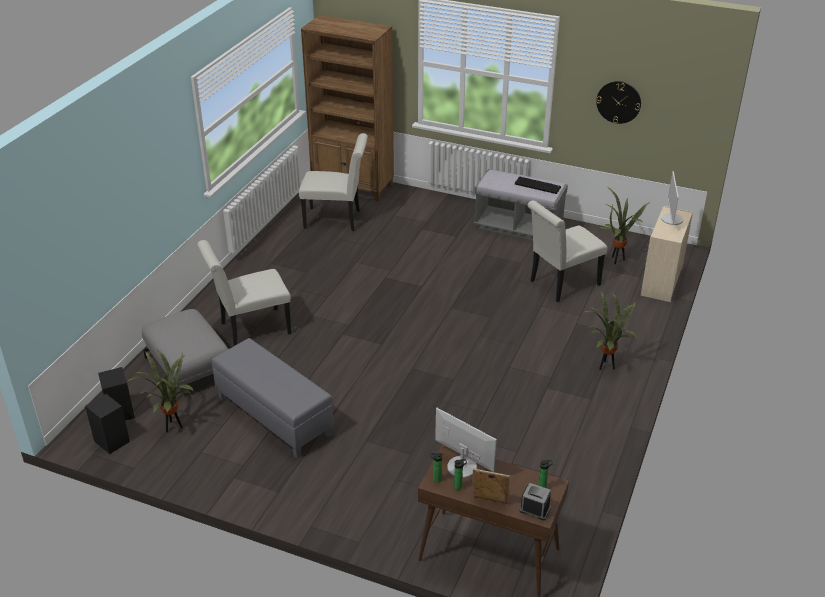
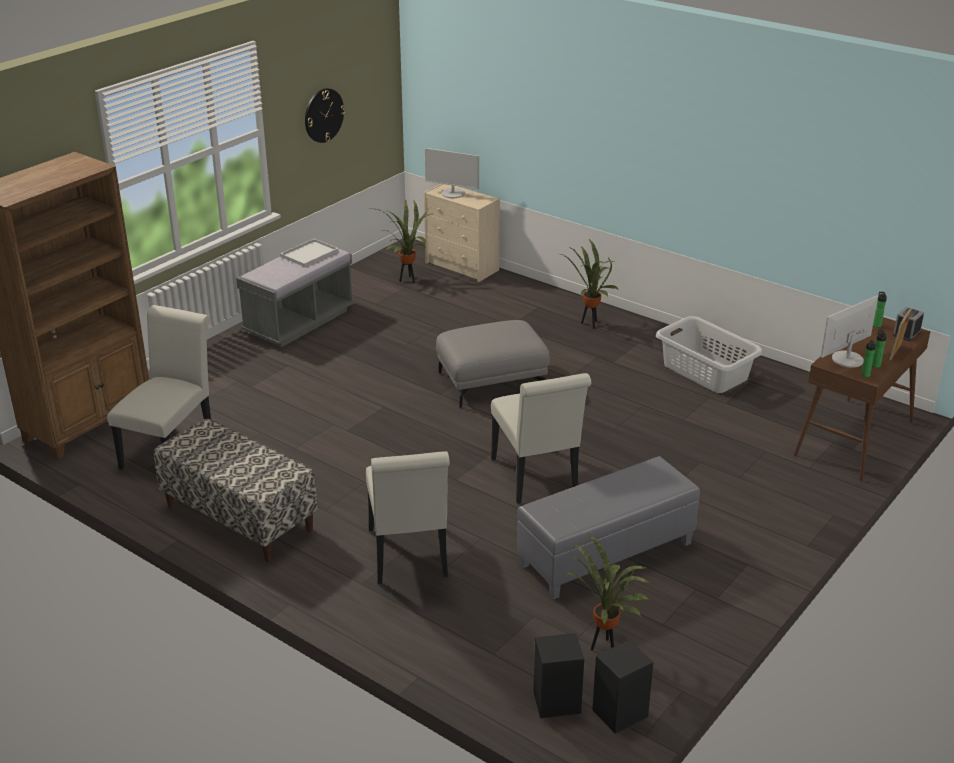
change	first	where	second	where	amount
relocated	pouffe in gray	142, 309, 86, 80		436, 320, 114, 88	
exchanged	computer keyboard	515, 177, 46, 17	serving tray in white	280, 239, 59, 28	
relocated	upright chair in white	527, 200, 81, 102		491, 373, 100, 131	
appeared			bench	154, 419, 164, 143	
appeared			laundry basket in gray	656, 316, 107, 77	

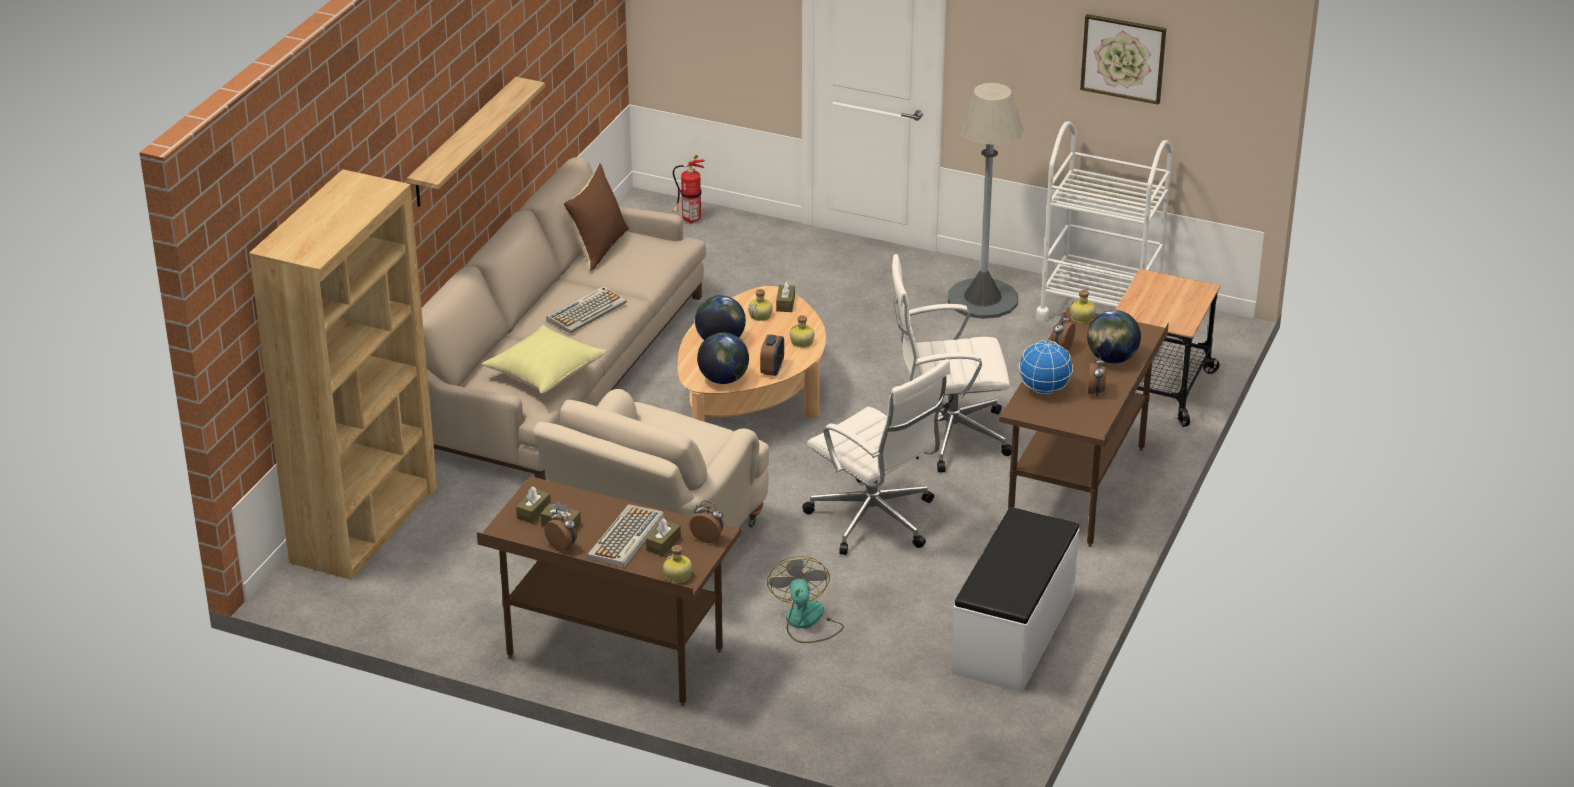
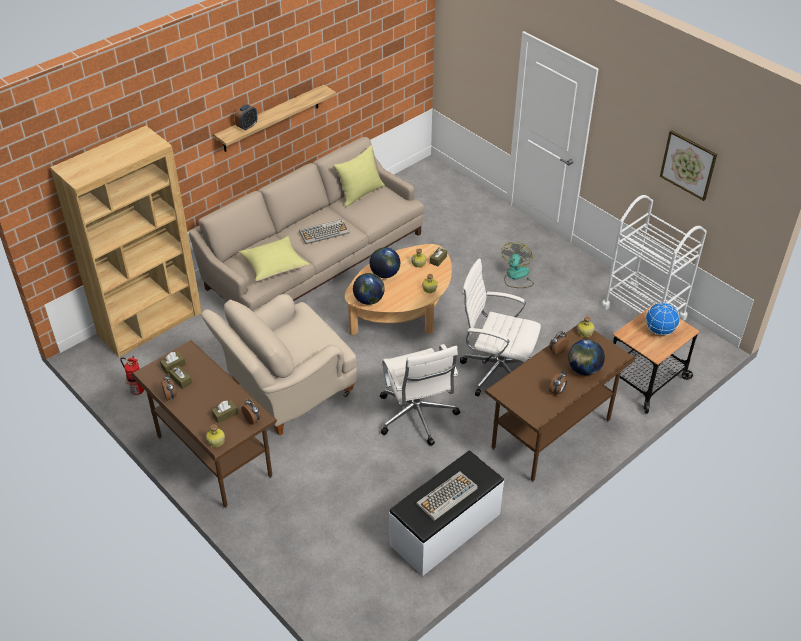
change	first	where	second	where	amount
colour	throw pillow in brownish	563, 163, 66, 107	throw pillow in yellow	334, 145, 51, 62	
relocated	computer keyboard	587, 504, 77, 64		416, 471, 62, 50	
relocated	extinguisher	672, 155, 33, 69		120, 355, 24, 40	
relocated	table clock	760, 334, 24, 42		235, 104, 22, 26	
relocated	fan	767, 556, 77, 87		501, 242, 33, 46	
missing	floor lamp in gray	948, 83, 76, 236			
relocated	globe	1019, 340, 54, 54		645, 302, 35, 33	

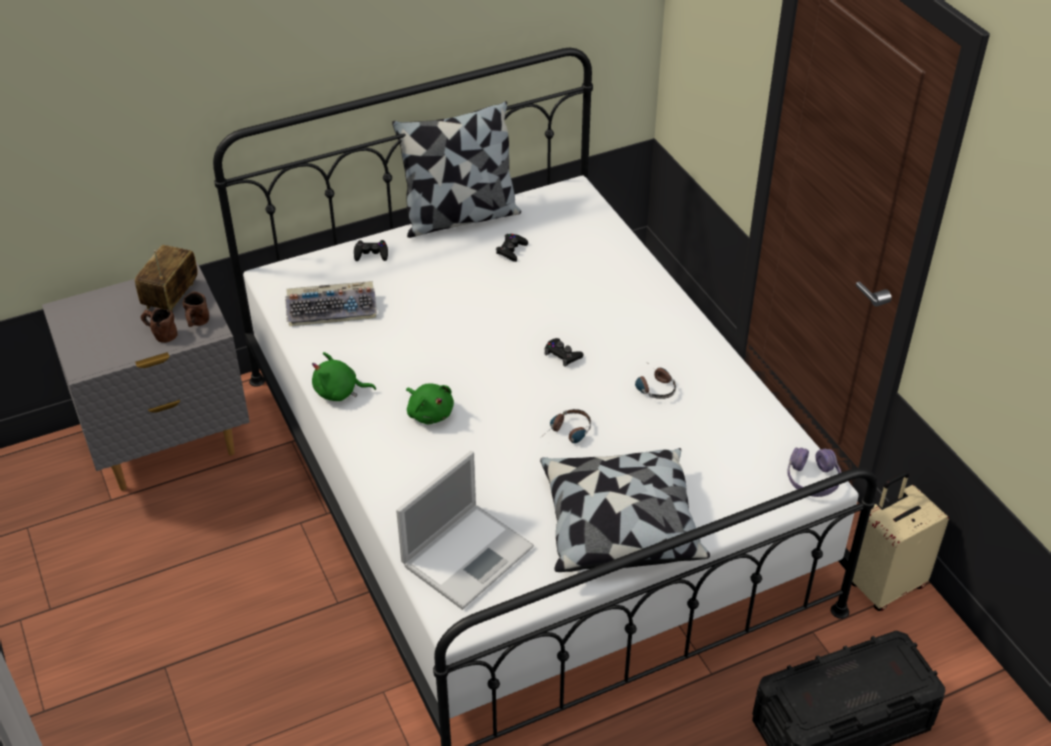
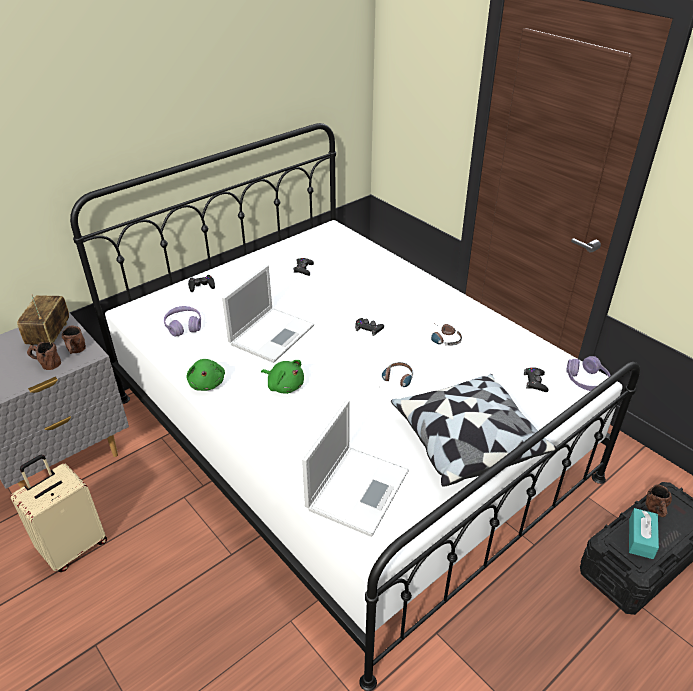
change	first	where	second	where	amount
exchanged	computer keyboard	285, 281, 92, 45	headset in purplish	164, 306, 37, 31	
spun	cuddly toy in greenish	312, 352, 64, 49		187, 359, 38, 32	90 degrees counterclockwise
missing	throw pillow	392, 101, 129, 137			
relocated	piece of luggage in beige	852, 471, 97, 140		11, 454, 96, 118	
appeared			notebook computer	222, 265, 92, 98	
appeared			joypad in black	524, 367, 25, 25	
appeared			tissue box in turquoise	629, 508, 30, 51	
appeared			mug in brownish	645, 484, 27, 33	

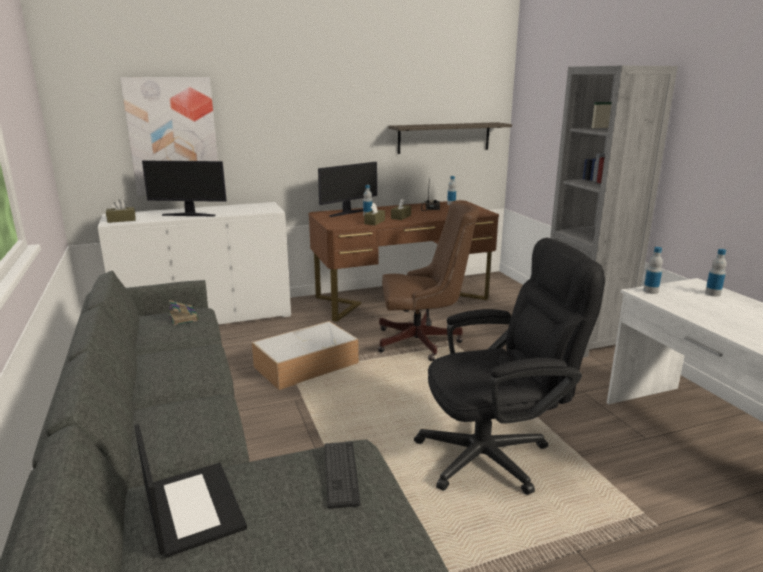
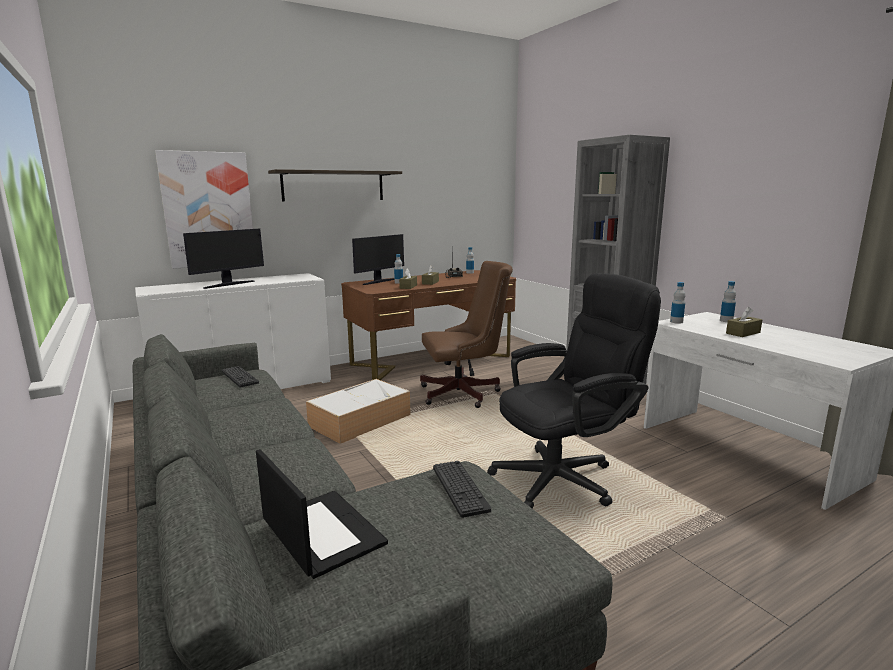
change	first	where	second	where	amount
relocated	tissue box in brownish	106, 199, 30, 24		726, 307, 36, 30	
spun	monitor	142, 161, 85, 55		183, 229, 81, 60	45 degrees counterclockwise
exchanged	book	168, 300, 31, 26	computer keyboard	222, 366, 37, 21	
relocated	shelf	388, 122, 124, 32		268, 169, 134, 32	

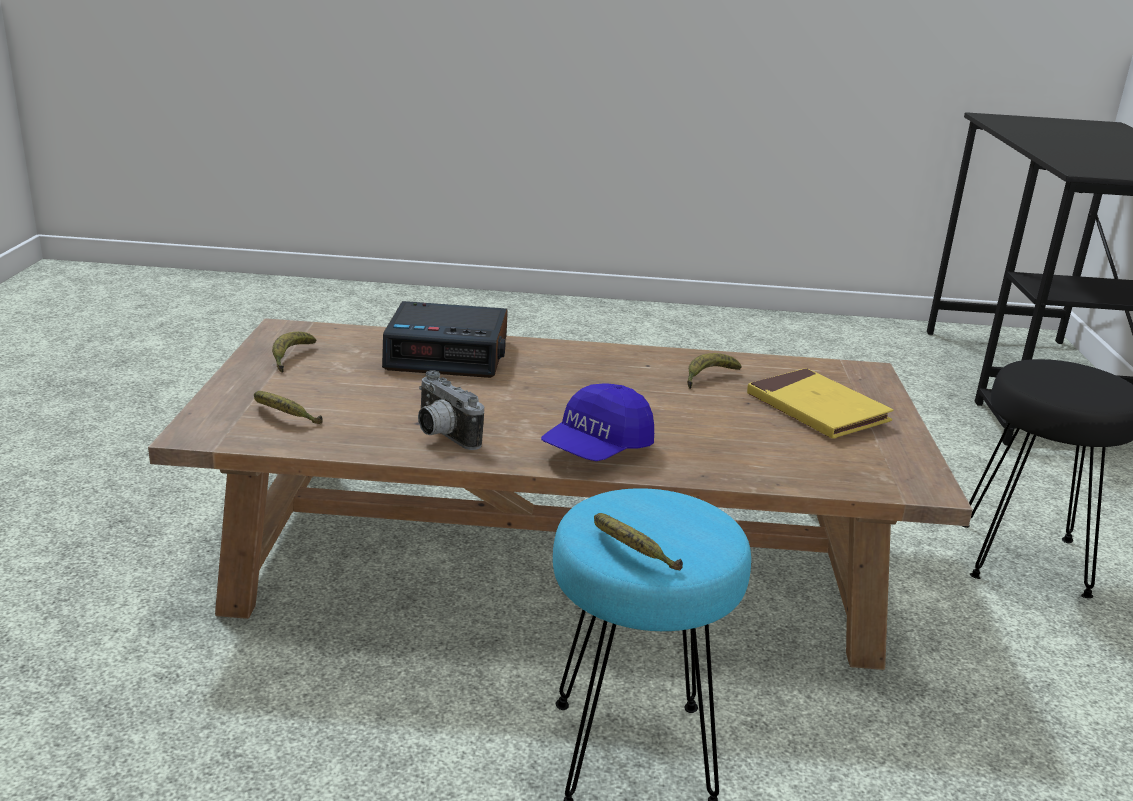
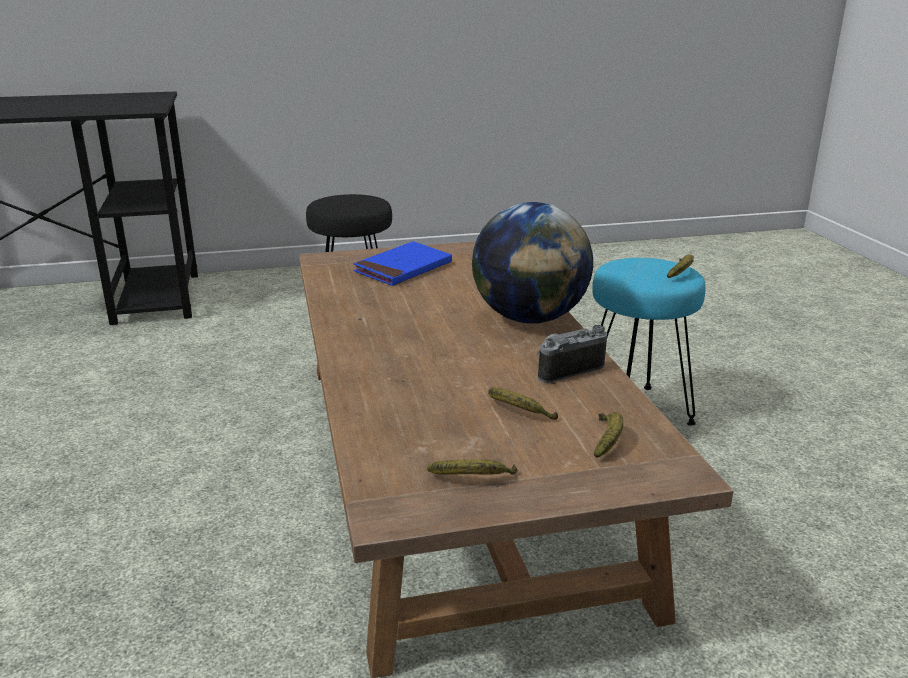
change	first	where	second	where	amount
missing	table clock	382, 301, 126, 77			
spun	photo camera	418, 371, 66, 79		537, 325, 70, 58	150 degrees counterclockwise
exchanged	peaked cap in bluish	541, 383, 113, 78	globe	472, 202, 121, 122	
relocated	whole banana	687, 353, 55, 36		488, 387, 70, 33	
colour	book in yellow	747, 368, 146, 71	book in bluish	354, 241, 98, 45	

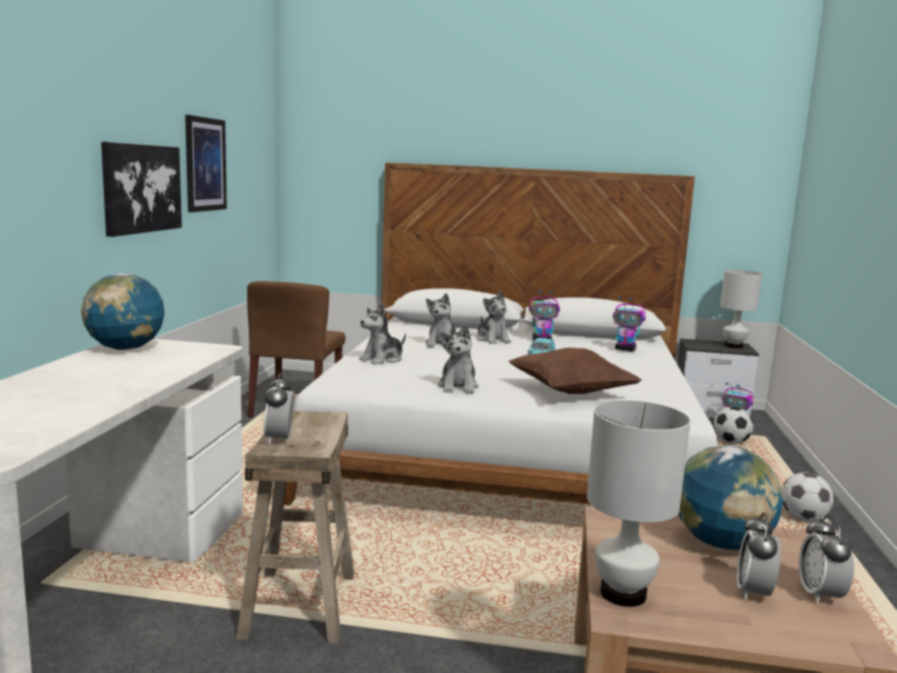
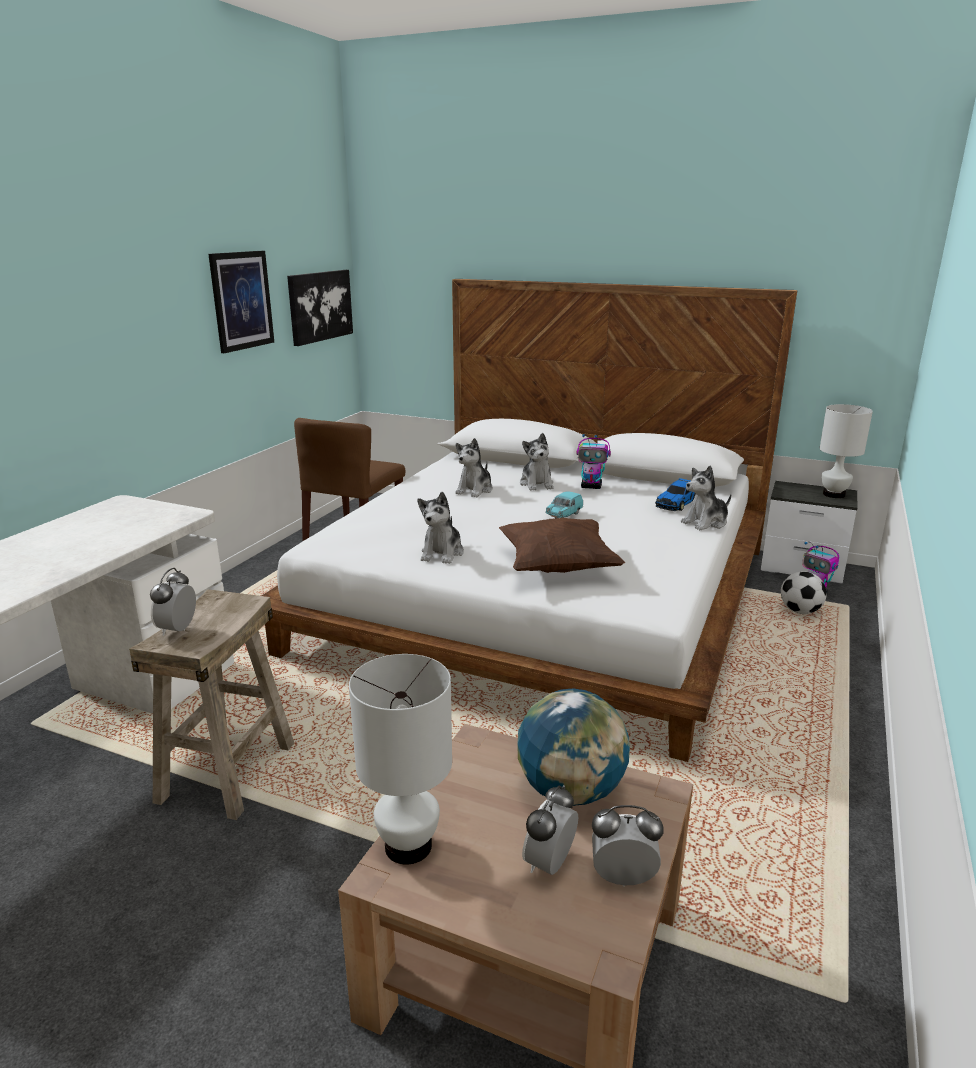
change	first	where	second	where	amount
missing	globe	81, 273, 84, 77			
relocated	picture	101, 142, 81, 95		287, 270, 66, 76	
relocated	cuddly toy	359, 304, 47, 61		681, 465, 50, 66	
exchanged	model robot	613, 297, 33, 55	toy car	655, 478, 41, 33	
missing	ball for football	781, 472, 53, 49			
spun	table clock	799, 515, 55, 89		592, 805, 72, 81	75 degrees clockwise

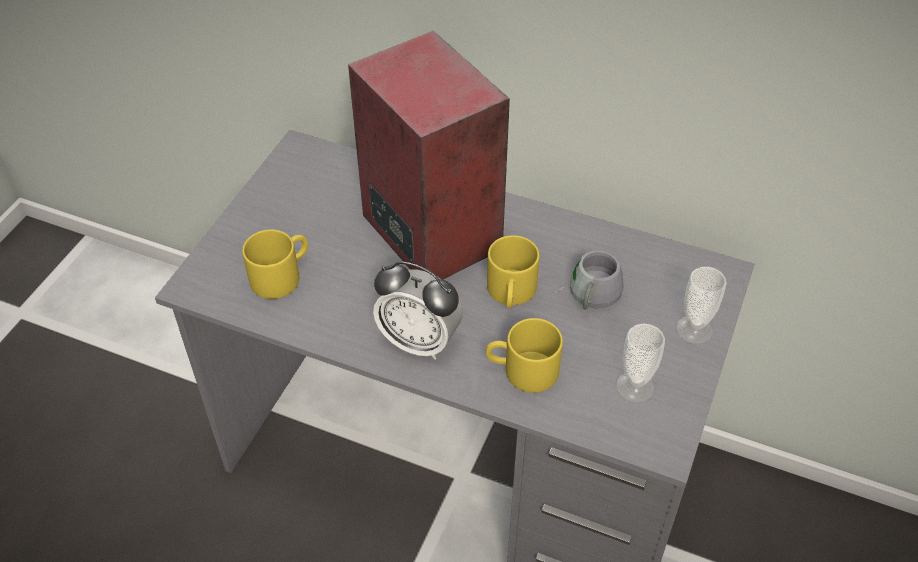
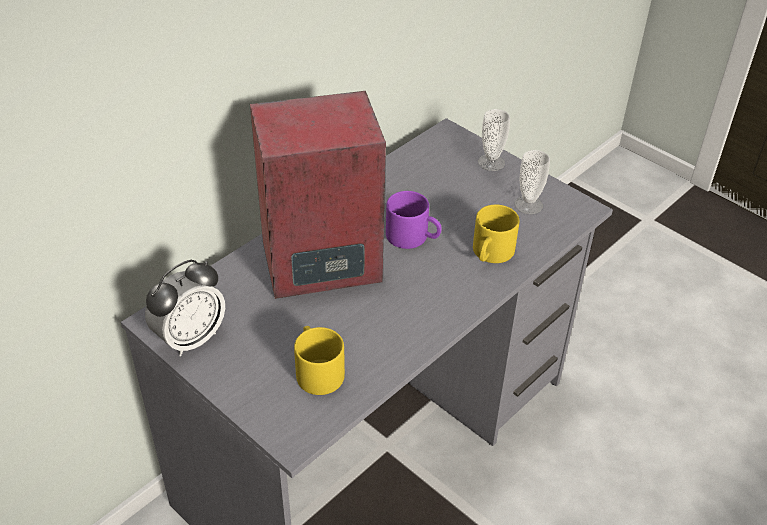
change	first	where	second	where	amount
relocated	table clock	373, 262, 90, 98		145, 260, 80, 96	
colour	mug in yellow	487, 235, 52, 73	mug in purplish	386, 191, 56, 58	
missing	mug in gray	552, 250, 72, 60			

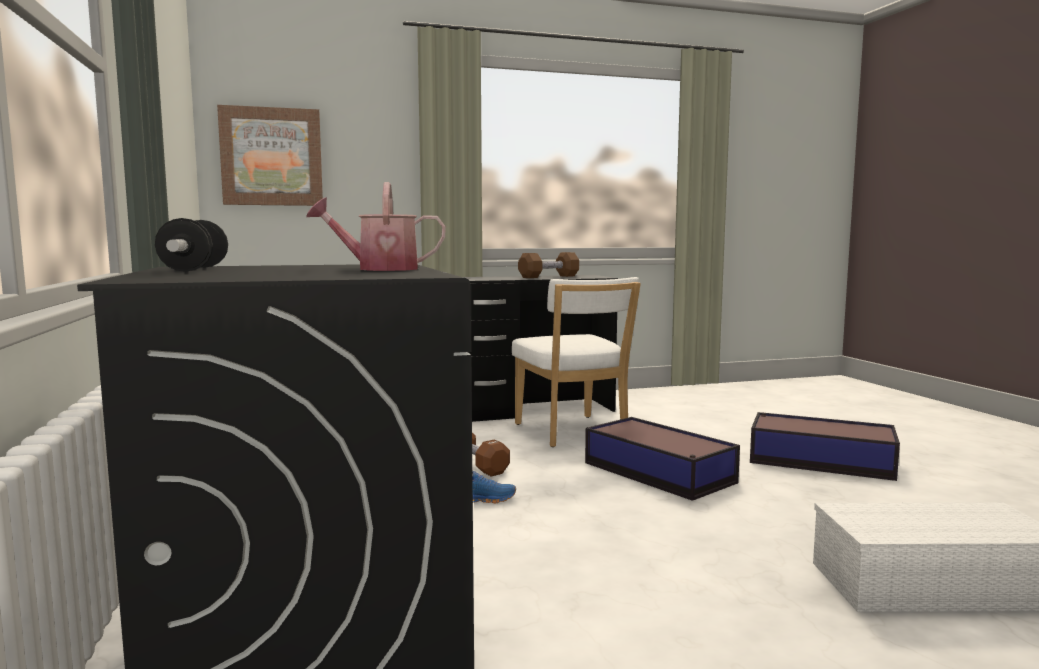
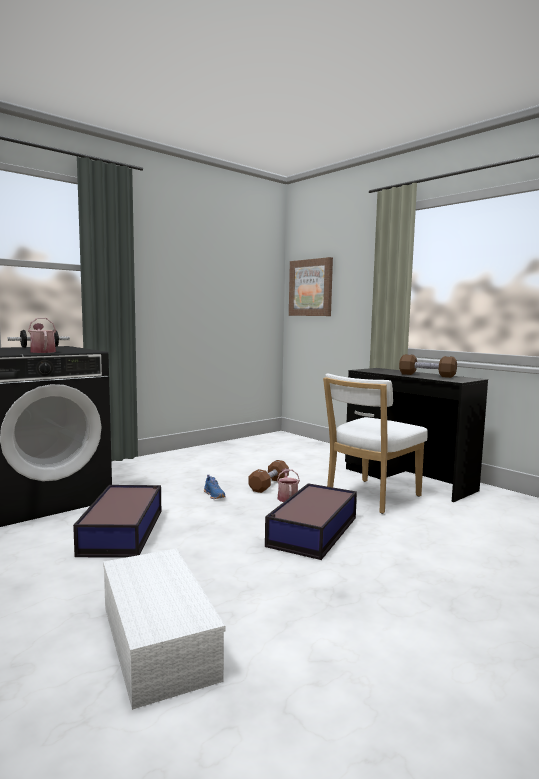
change	first	where	second	where	amount
relocated	storage box	750, 412, 150, 69		73, 485, 88, 73	
appeared			sprinkling can	277, 468, 23, 34	

